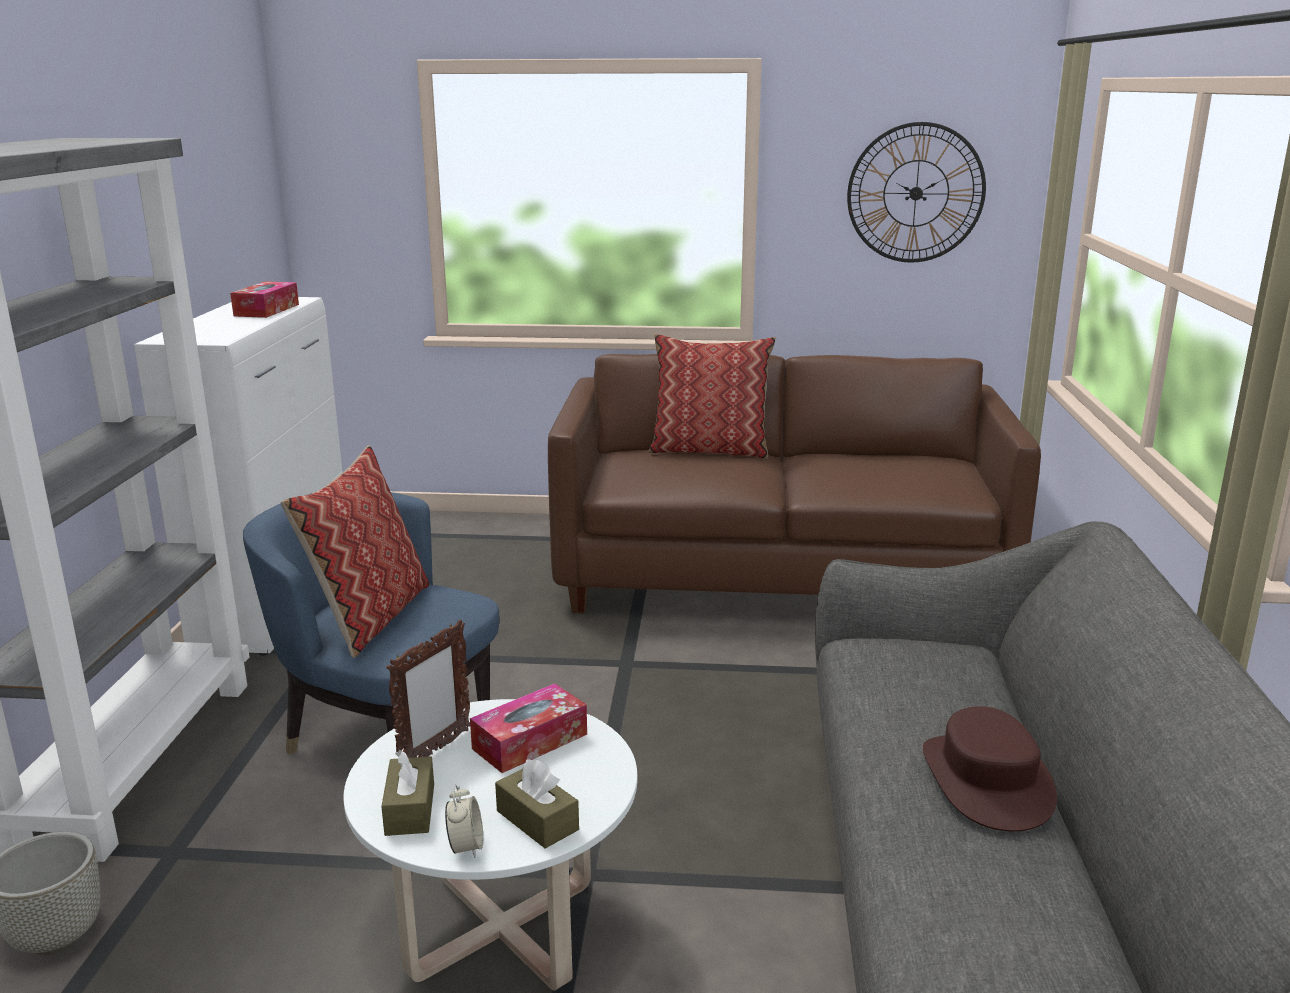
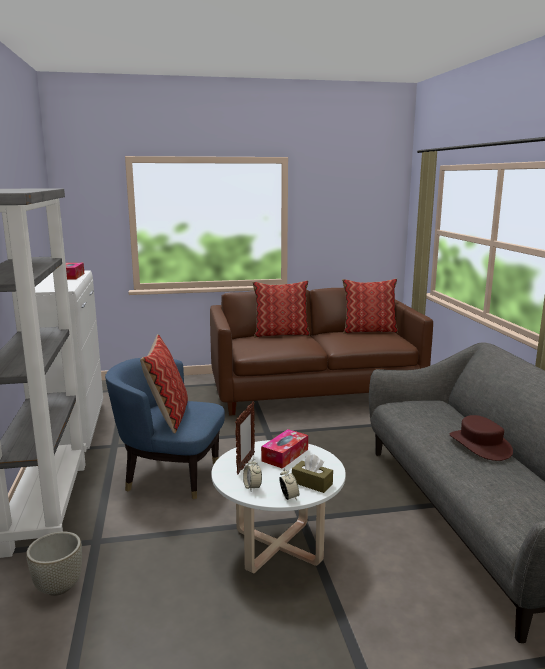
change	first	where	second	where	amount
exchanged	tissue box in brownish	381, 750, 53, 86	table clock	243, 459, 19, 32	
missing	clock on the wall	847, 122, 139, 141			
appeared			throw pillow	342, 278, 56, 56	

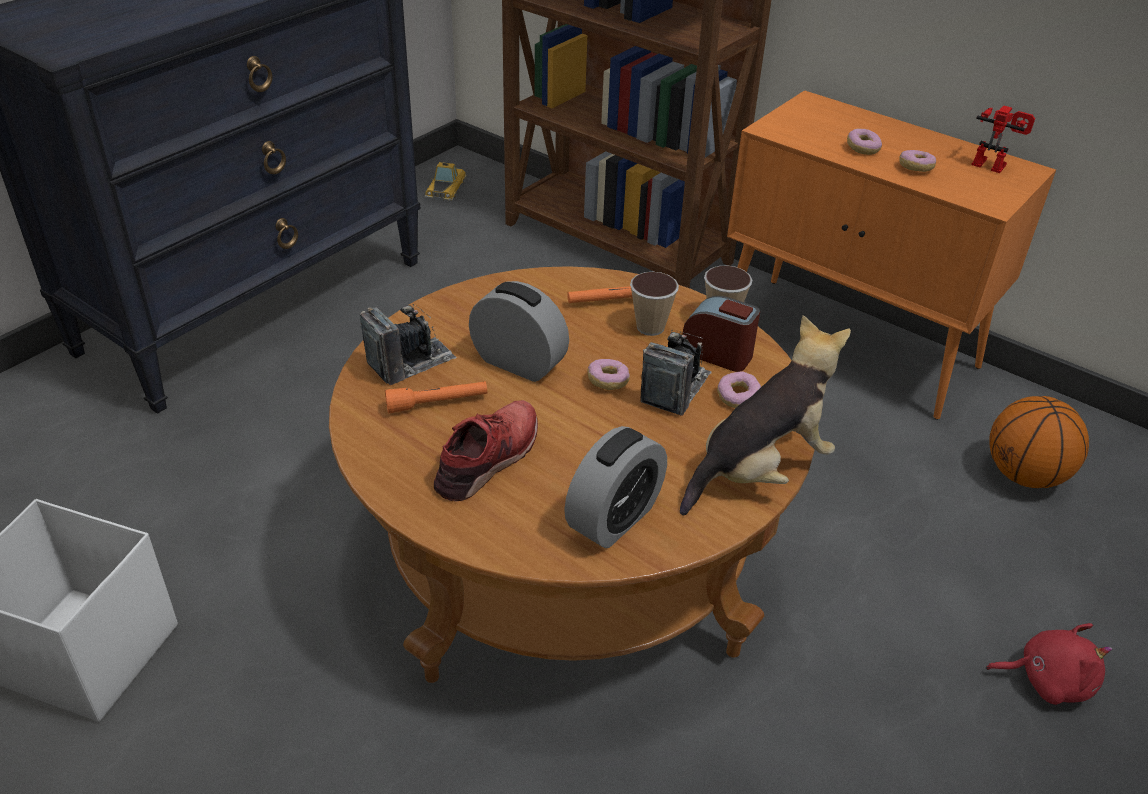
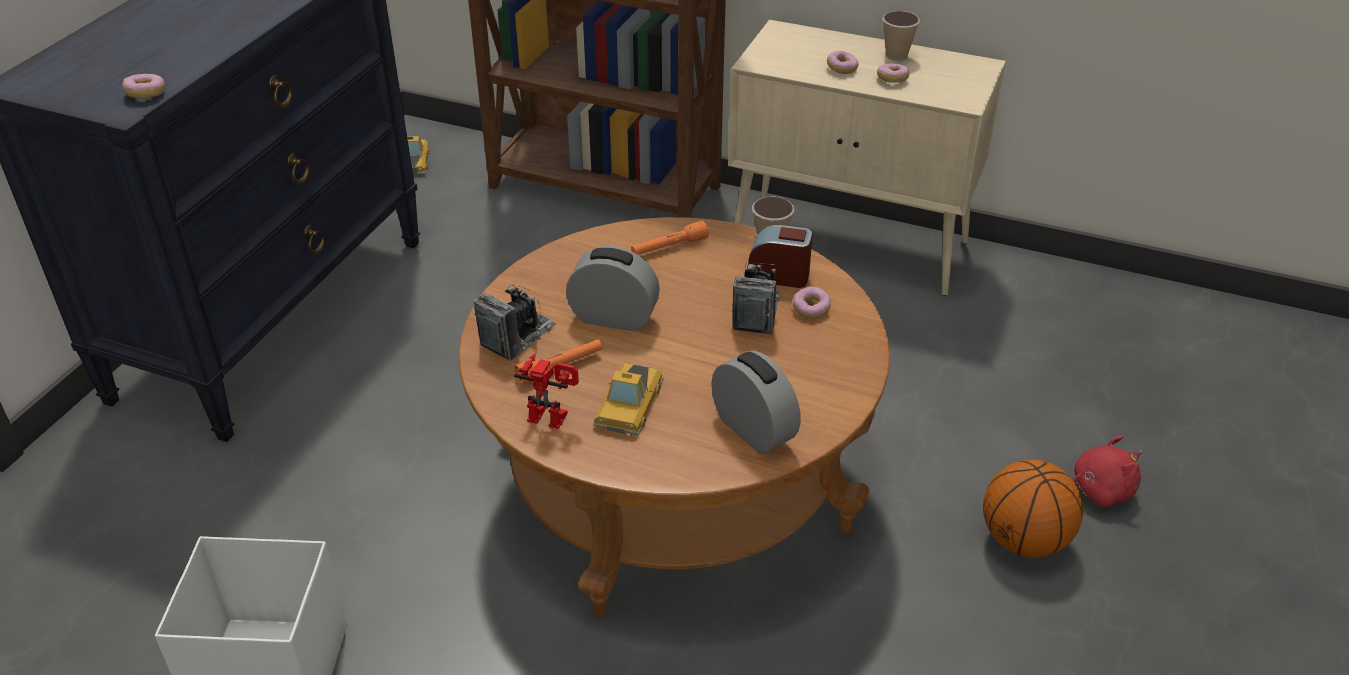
change	first	where	second	where	amount
exchanged	low shoe in reddish	434, 400, 104, 102	toy car	593, 363, 71, 73	
spun	table clock	564, 426, 103, 122		711, 351, 90, 103	60 degrees counterclockwise
relocated	doughnut	588, 359, 42, 31		122, 74, 43, 25	
relocated	drinking cup	630, 272, 49, 64		882, 11, 38, 50	
missing	cuddly toy	680, 316, 171, 199			
colour	storage cabinet in orange	727, 90, 329, 330	storage cabinet in beige	728, 20, 278, 276	
relocated	model robot	971, 105, 64, 68		514, 354, 65, 75	
relocated	ball for basketball	989, 396, 100, 92		983, 459, 100, 99	

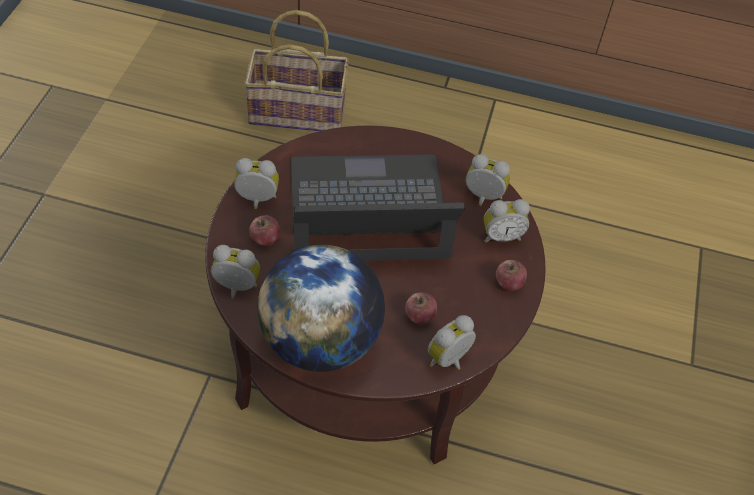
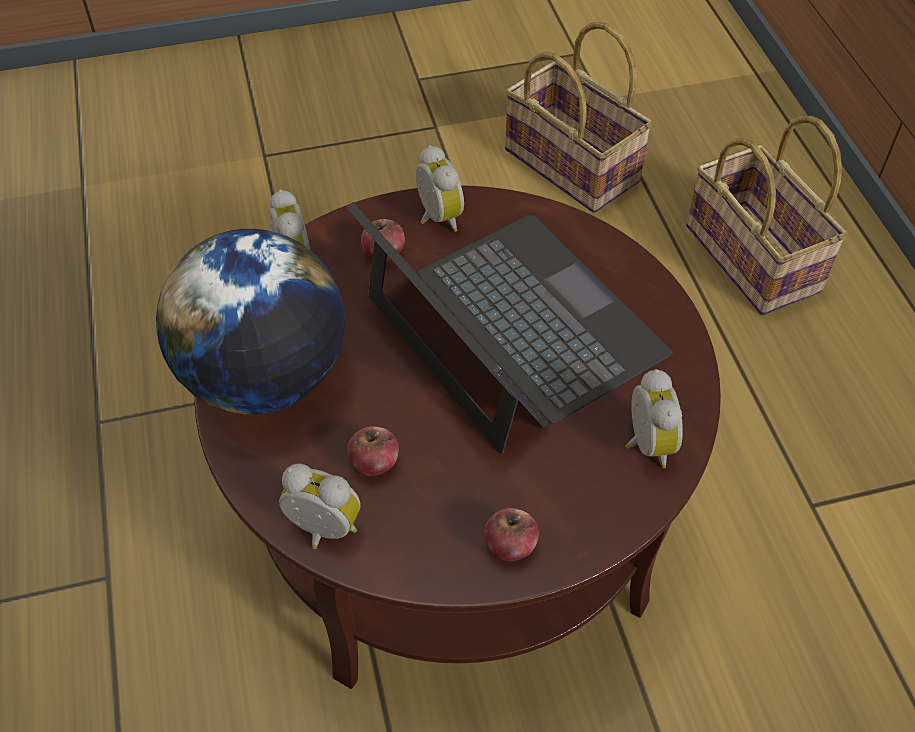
change	first	where	second	where	amount
missing	table clock	484, 199, 46, 44			
appeared			household basket	505, 22, 148, 191	

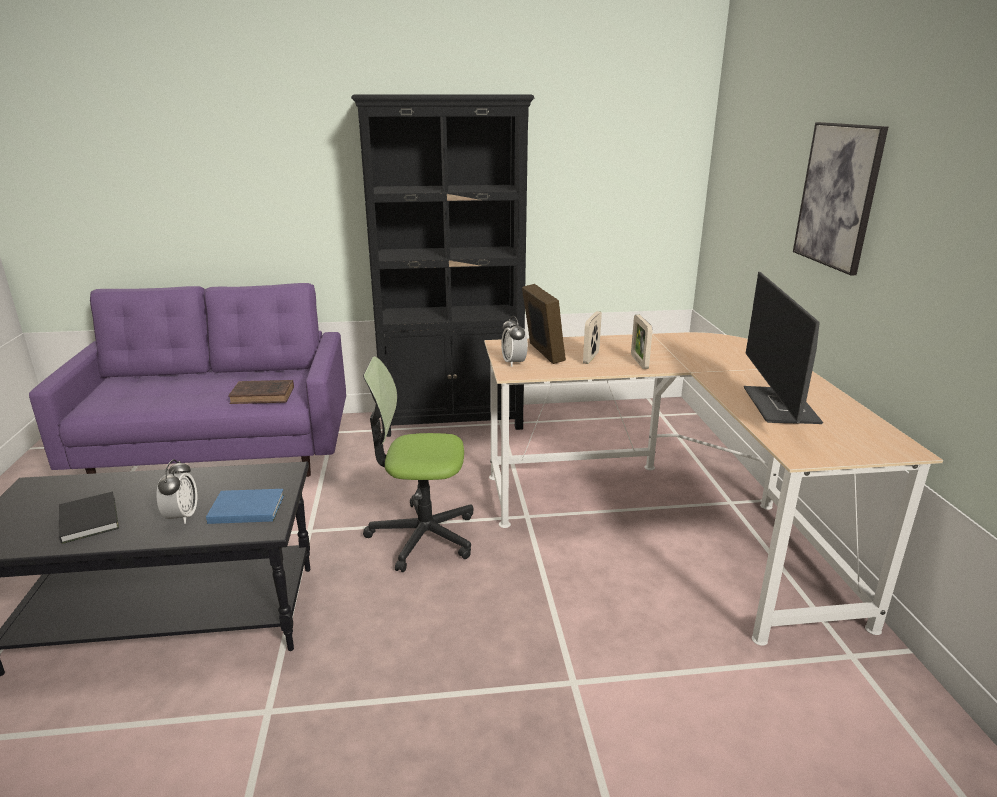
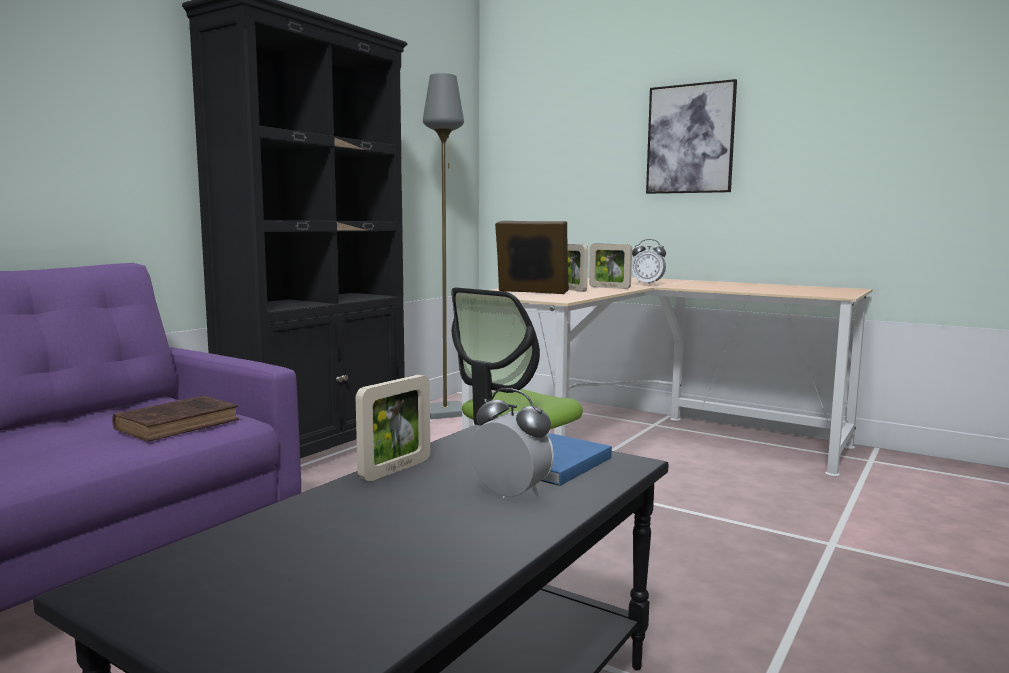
change	first	where	second	where	amount
missing	book in black	59, 492, 60, 52			
relocated	table clock	501, 316, 27, 51		632, 239, 34, 46	
missing	monitor	744, 272, 79, 152			
appeared			photo frame	356, 375, 74, 107	
appeared			floor lamp in gray	423, 73, 41, 346	

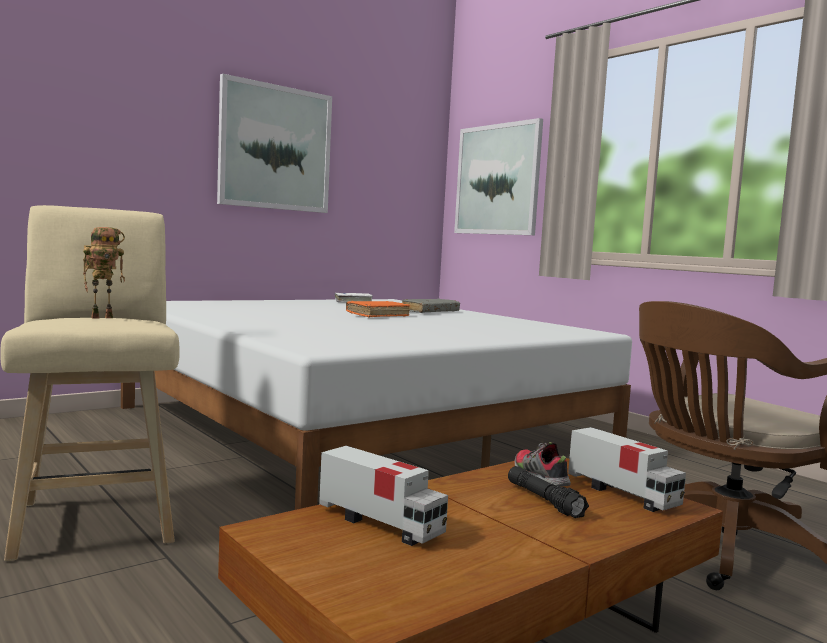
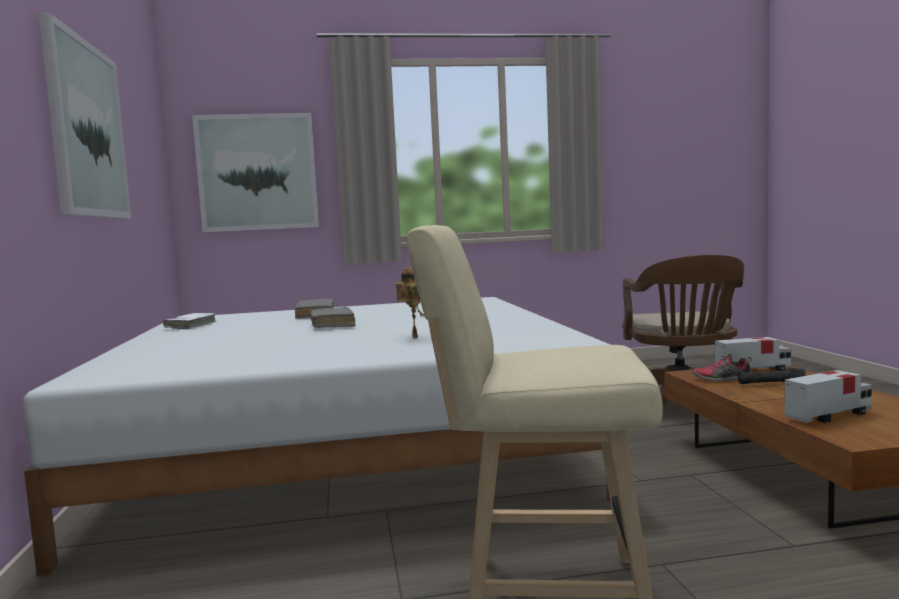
change	first	where	second	where	amount
relocated	model robot	83, 227, 42, 92		396, 267, 28, 71	
colour	book in orange	346, 301, 64, 17	book in gray	310, 307, 45, 21	

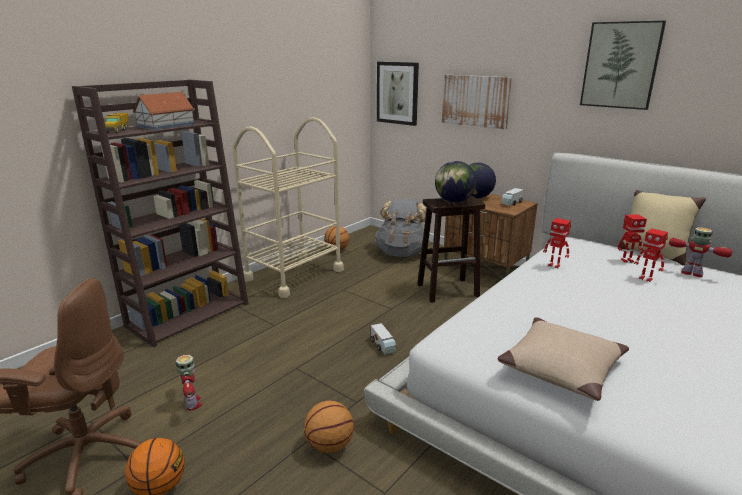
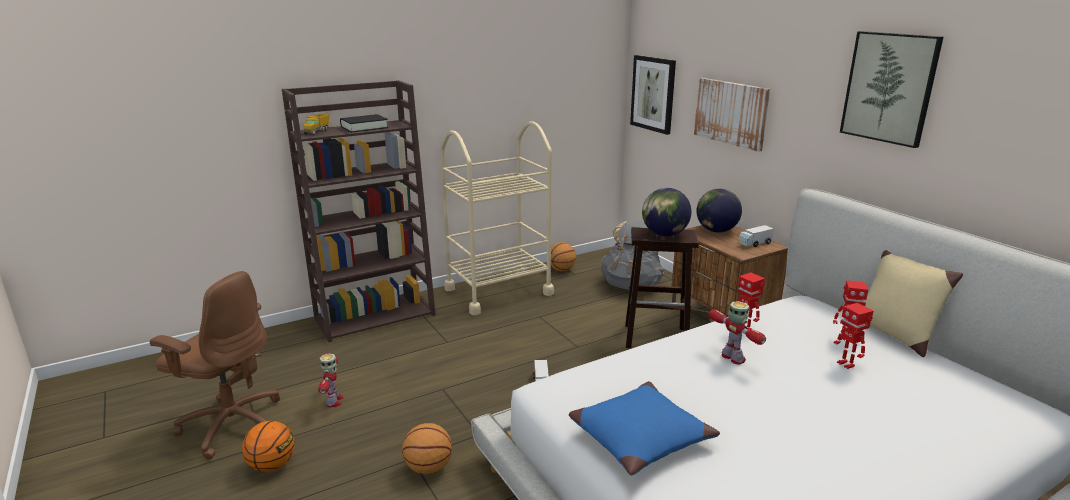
change	first	where	second	where	amount
exchanged	toy house	132, 92, 63, 38	book in black	340, 114, 48, 19	
colour	throw pillow in beige	497, 317, 132, 84	throw pillow in bluish	569, 381, 151, 94	
relocated	model robot	669, 227, 64, 50		709, 301, 57, 64	

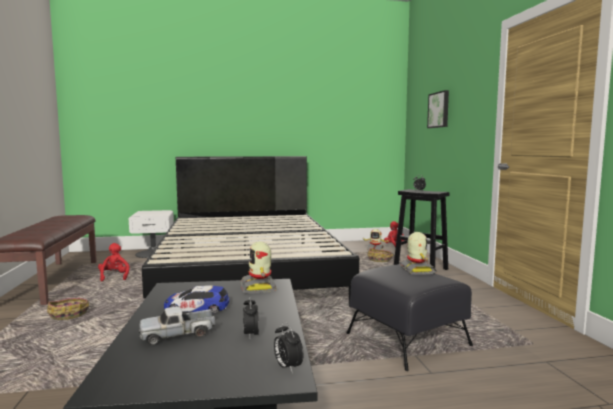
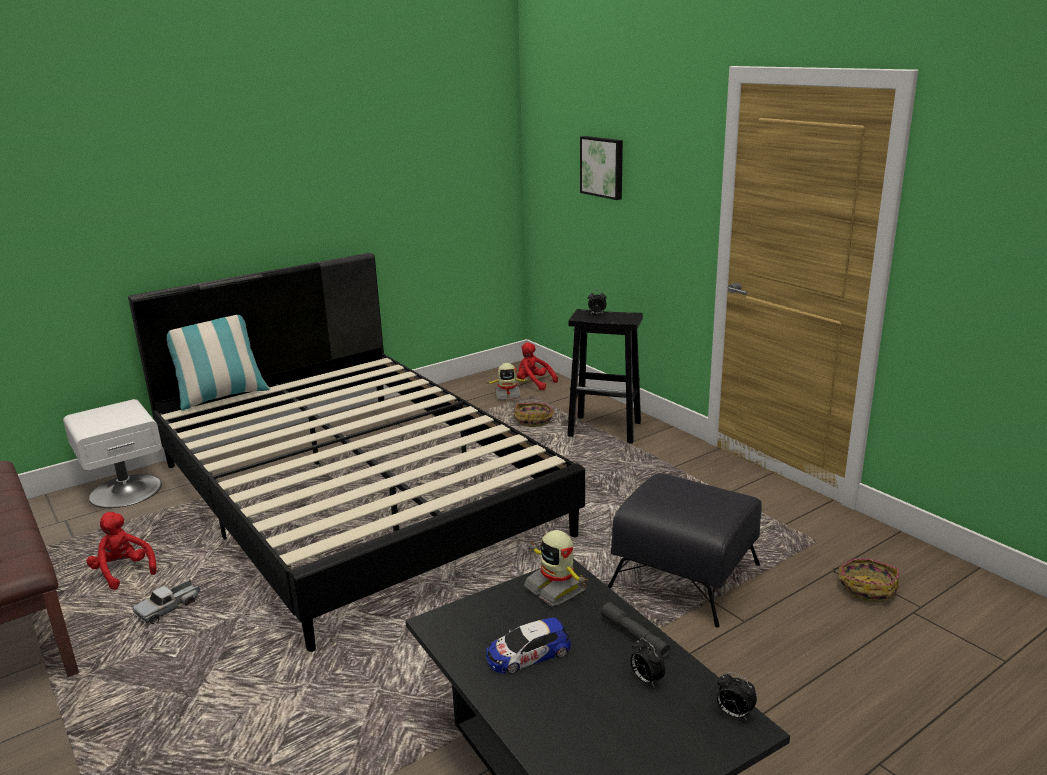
change	first	where	second	where	amount
relocated	household basket	47, 298, 42, 22		832, 559, 68, 43	
relocated	toy lorry	139, 306, 76, 39		133, 579, 67, 45	
missing	model robot	400, 232, 37, 43			
appeared			throw pillow	167, 315, 103, 95	
appeared			flashlight in gray	601, 602, 69, 56	

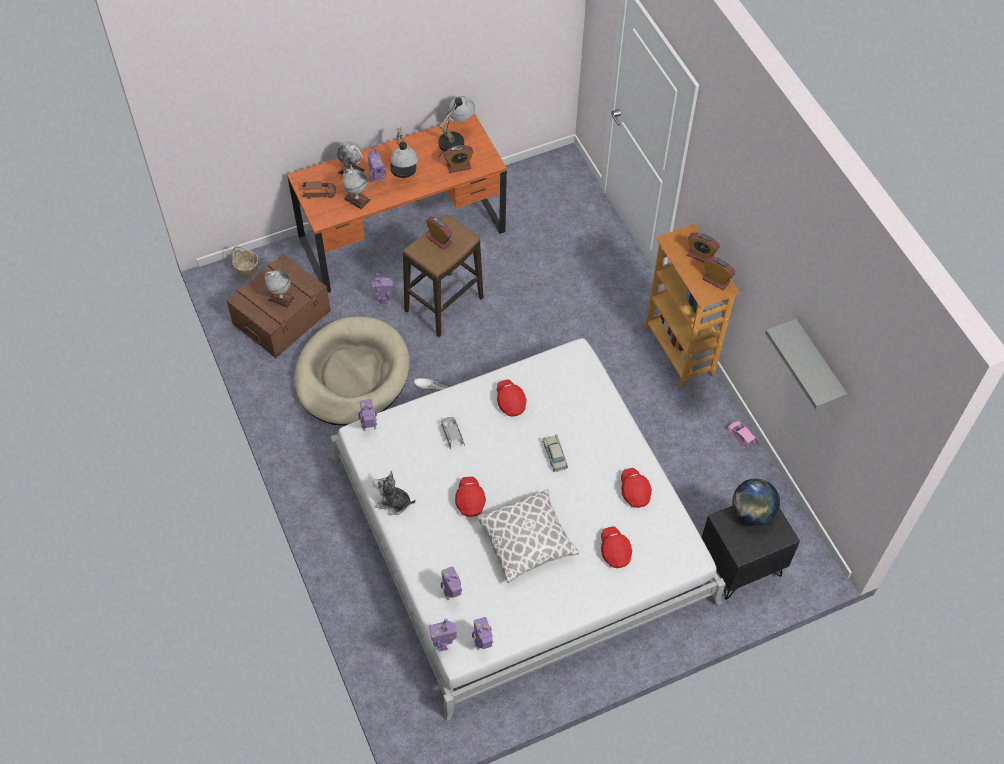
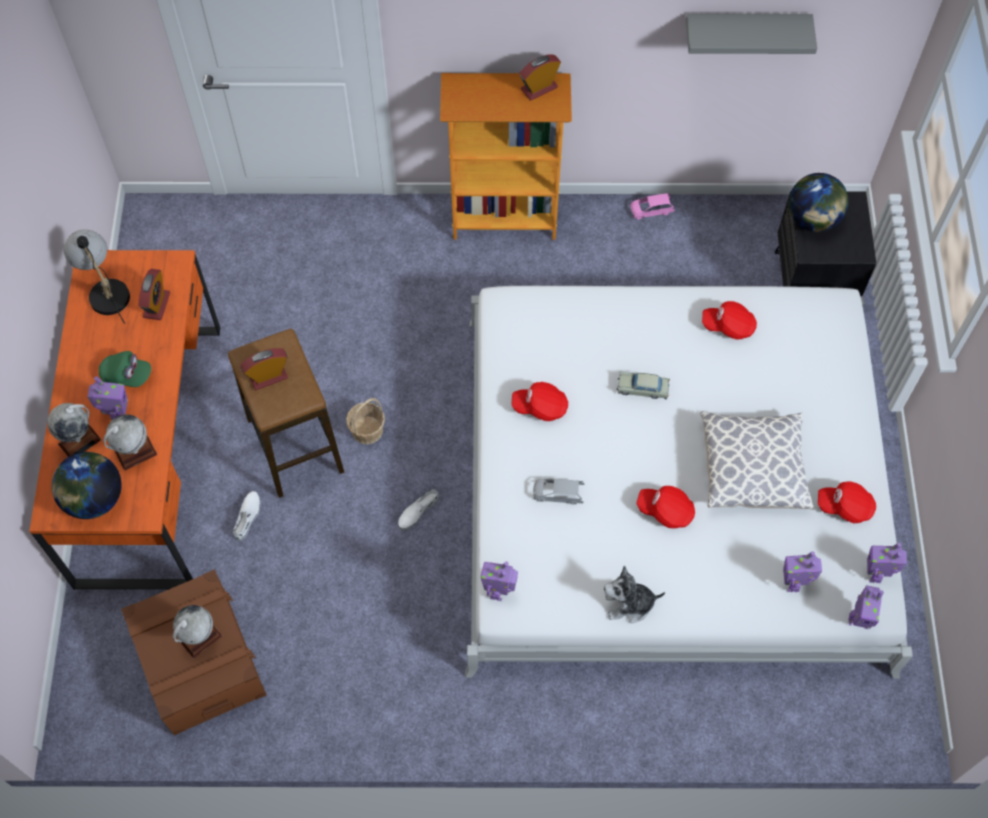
change	first	where	second	where	amount
relocated	household basket	232, 246, 27, 33		346, 398, 39, 46	
missing	dog bed in beige	294, 316, 116, 110			
exchanged	toy car in brownish	302, 181, 34, 18	globe	51, 452, 71, 67	
exchanged	model robot	371, 273, 22, 33	low shoe in white	233, 491, 28, 50	
spun	cuddly toy	373, 471, 43, 44		604, 565, 61, 58	45 degrees clockwise
exchanged	lamp for a table	390, 127, 29, 51	peaked cap in greenish	99, 351, 52, 36	
relocated	peaked cap in reddish	601, 526, 31, 42		818, 481, 58, 42	
missing	table clock	687, 233, 33, 29			

